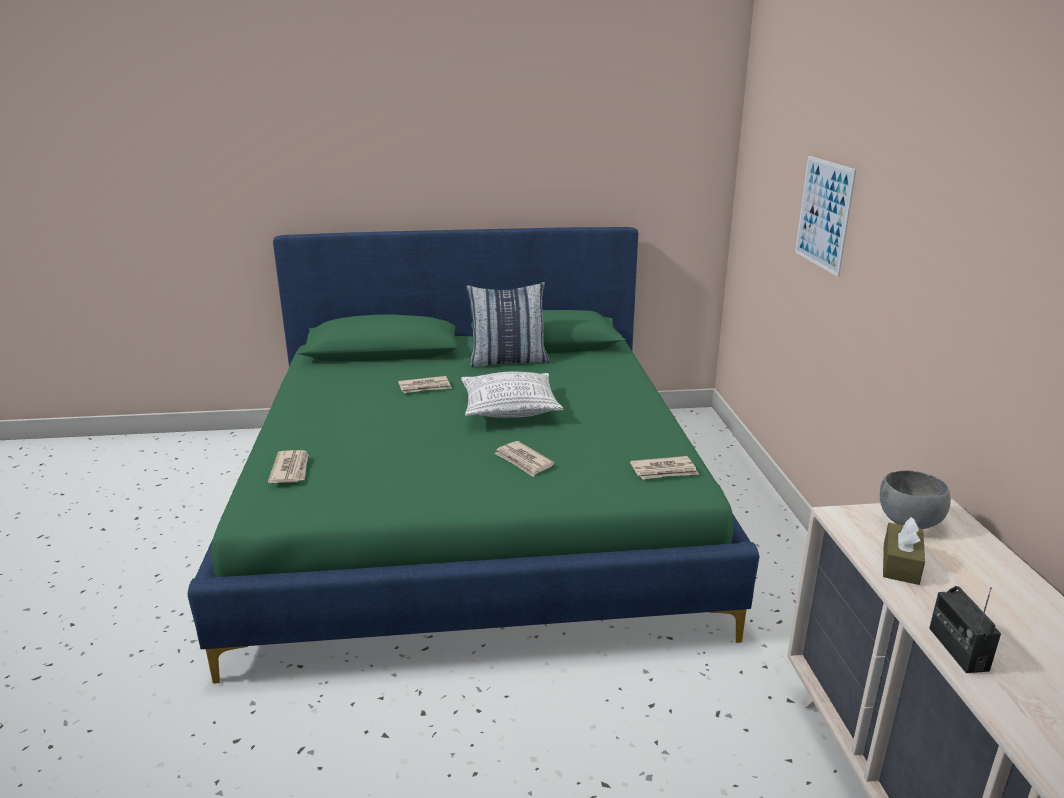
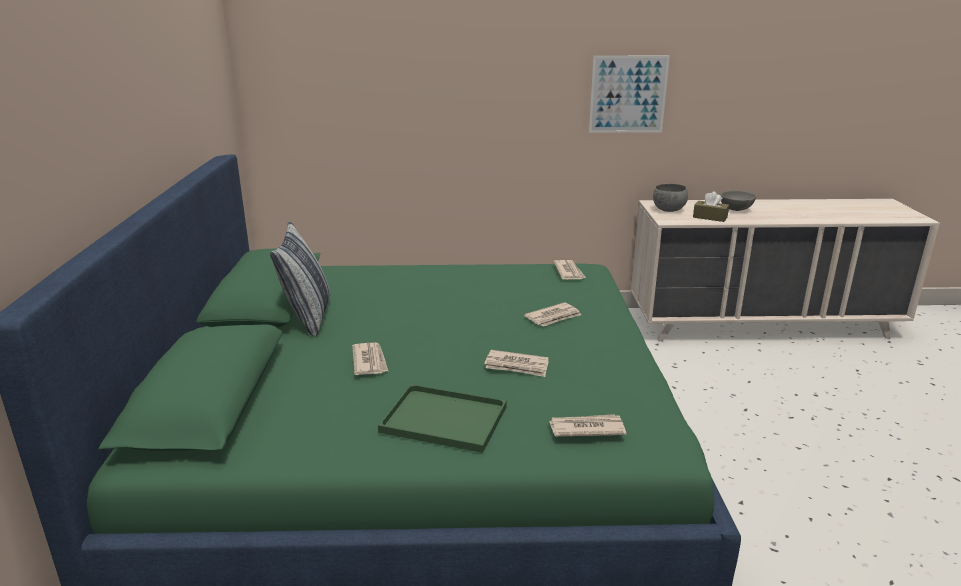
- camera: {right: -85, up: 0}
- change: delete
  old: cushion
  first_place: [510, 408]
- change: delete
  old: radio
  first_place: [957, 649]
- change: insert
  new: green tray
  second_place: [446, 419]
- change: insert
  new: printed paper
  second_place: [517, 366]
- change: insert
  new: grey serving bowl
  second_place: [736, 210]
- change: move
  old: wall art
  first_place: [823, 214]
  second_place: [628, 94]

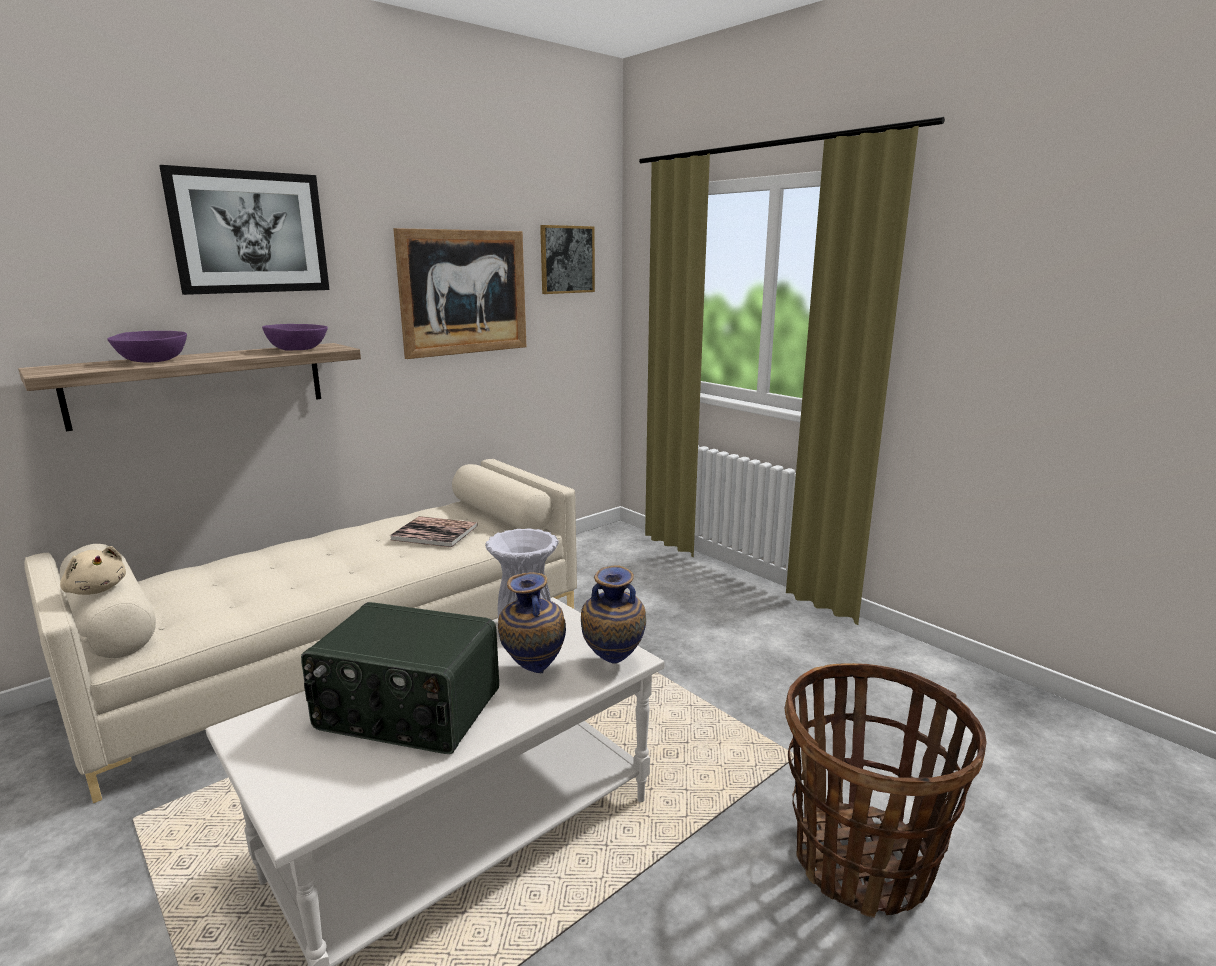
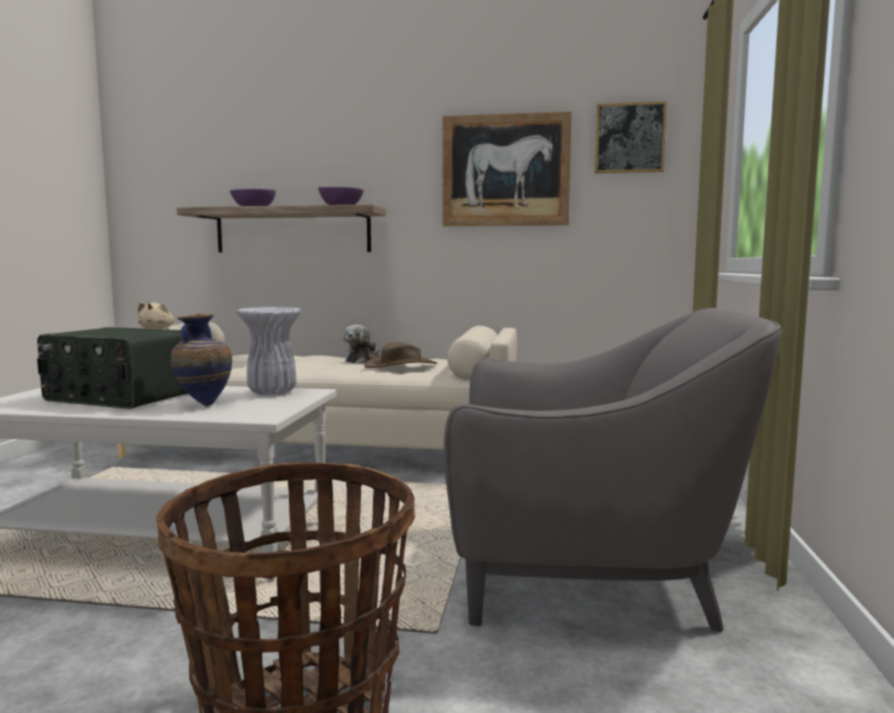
- camera: {right: 50, up: -10}
- change: delete
  old: wall art
  first_place: [250, 232]
- change: delete
  old: decorative vase
  first_place: [612, 665]
- change: insert
  new: plush toy
  second_place: [362, 360]
- change: insert
  new: grey lounge chair
  second_place: [588, 572]
- change: replace
  old: volume
  new: brown clothing hat
  first_place: [435, 533]
  second_place: [401, 365]
- change: rotate
  old: radio
  first_place: [407, 712]
  second_place: [118, 397]
  degrees: -45

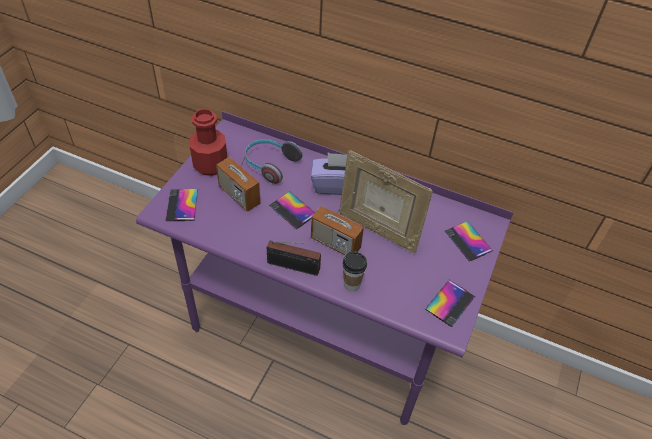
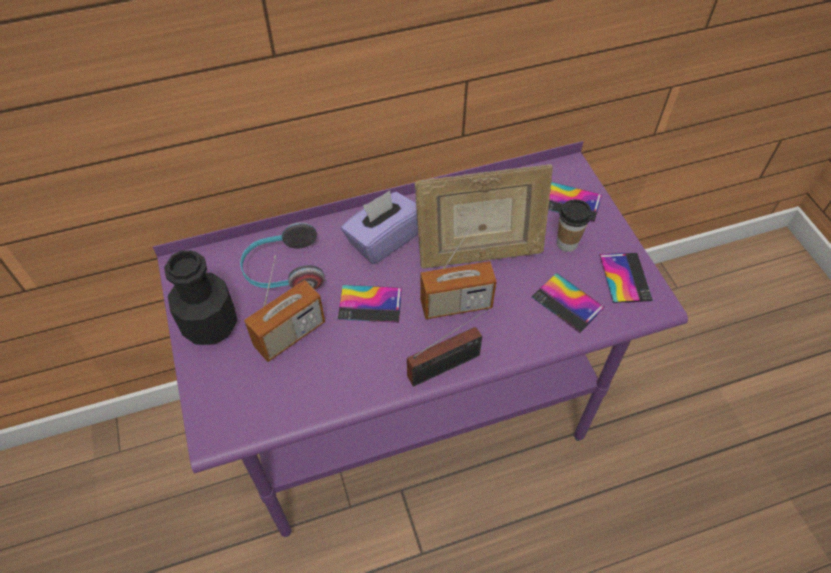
- camera: {right: -40, up: 5}
- change: move
  old: handset
  first_place: [182, 205]
  second_place: [567, 302]
- change: move
  old: cup
  first_place: [352, 284]
  second_place: [567, 243]
- change: recolor
  old: red drink bottle
  new: blackish drink bottle
  first_place: [210, 164]
  second_place: [210, 324]
- change: rotate
  old: radio
  first_place: [239, 195]
  second_place: [290, 334]
  degrees: -45

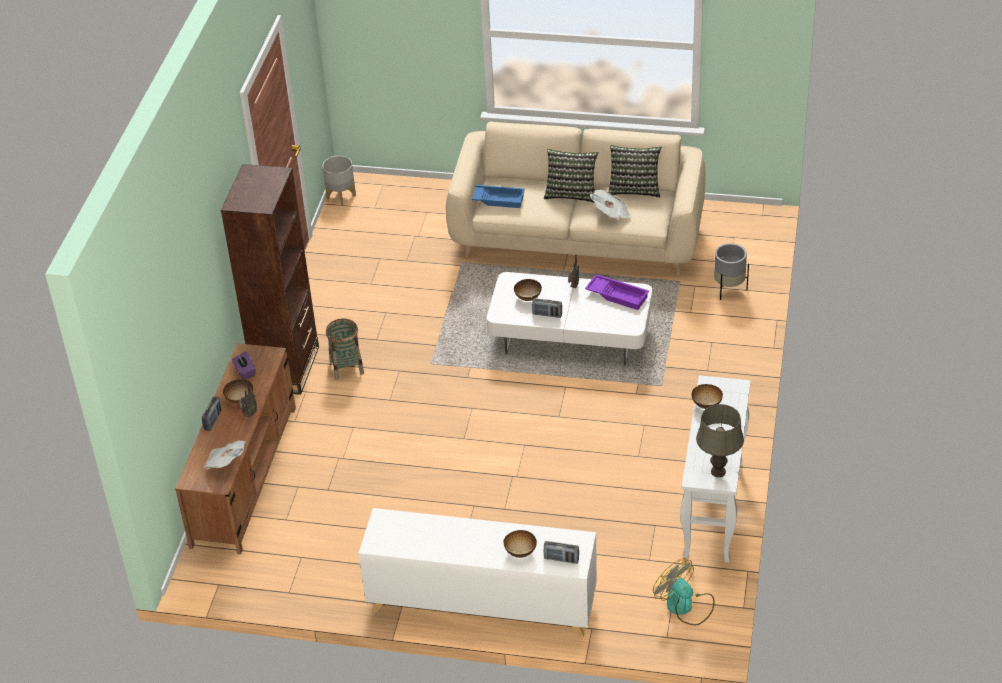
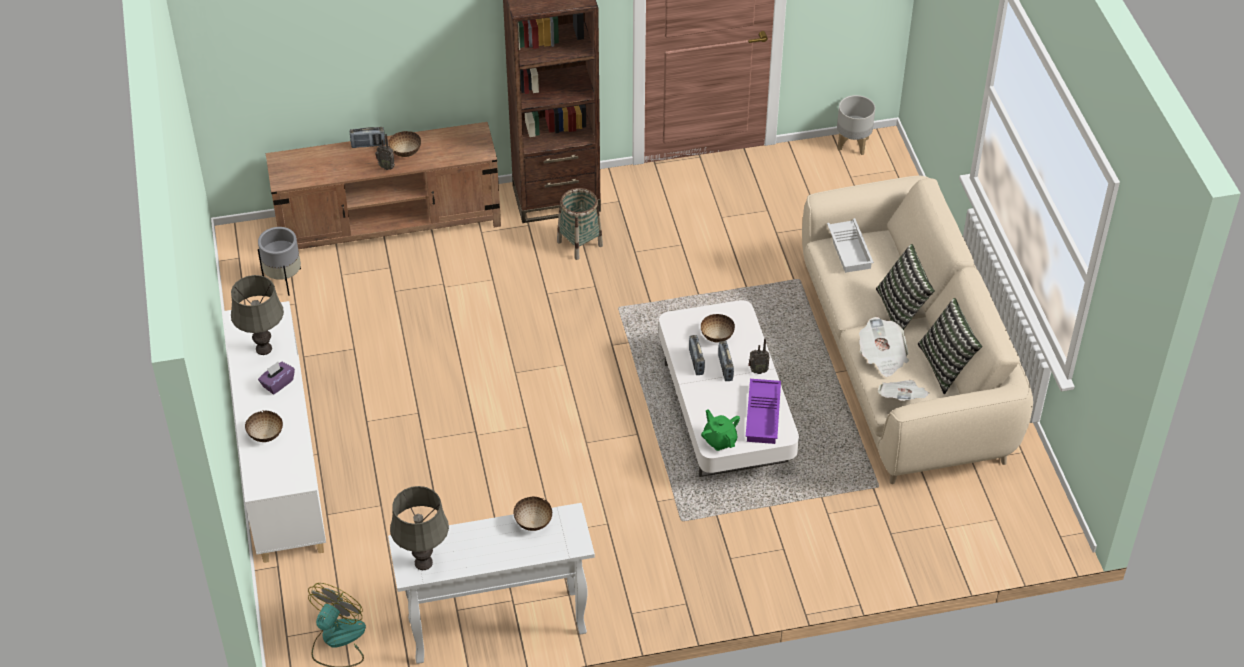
- camera: {right: 65, up: 5}
- change: insert
  new: grey table lamp
  second_place: [264, 349]
- change: insert
  new: green teapot
  second_place: [719, 440]
- change: move
  old: printed paper
  first_place: [226, 463]
  second_place: [902, 399]
- change: move
  old: purple tissue box
  first_place: [245, 372]
  second_place: [277, 383]
- change: move
  old: radio
  first_place: [561, 559]
  second_place: [725, 368]
- change: move
  old: grey flower pot
  first_place: [728, 289]
  second_place: [284, 280]
- change: recolor
  old: blue-coloured tray
  new: whitish tray
  first_place: [496, 199]
  second_place: [849, 247]

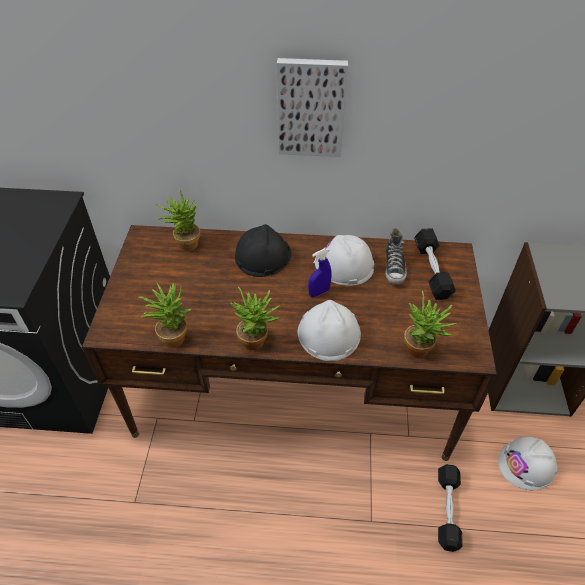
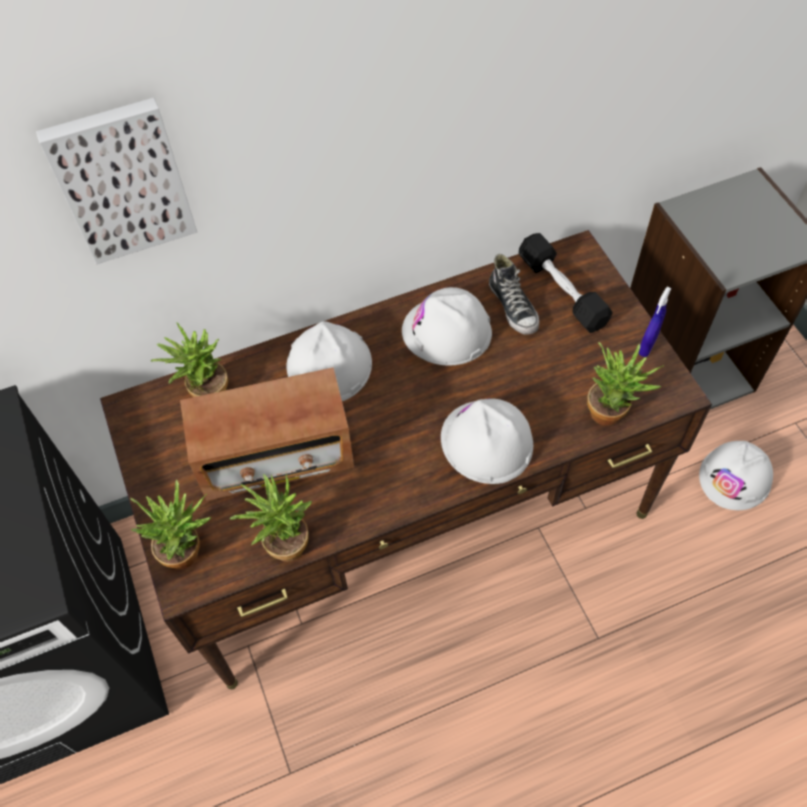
- camera: {right: -25, up: 10}
- change: delete
  old: blackish free weight
  first_place: [447, 510]
- change: insert
  new: radio
  second_place: [275, 456]
- change: move
  old: plant in a pot
  first_place: [258, 341]
  second_place: [188, 551]
- change: move
  old: wall art
  first_place: [311, 107]
  second_place: [121, 180]
- change: move
  old: blue-coloured hand sprayer
  first_place: [319, 292]
  second_place: [647, 346]
- change: recolor
  old: blackish work helmet
  new: whitish work helmet
  first_place: [262, 255]
  second_place: [328, 365]

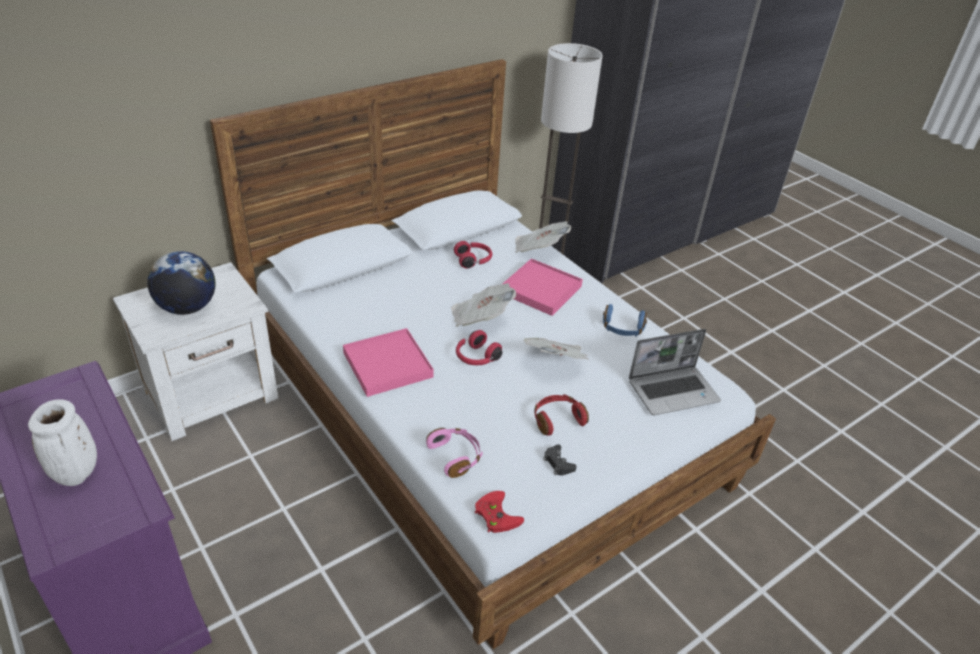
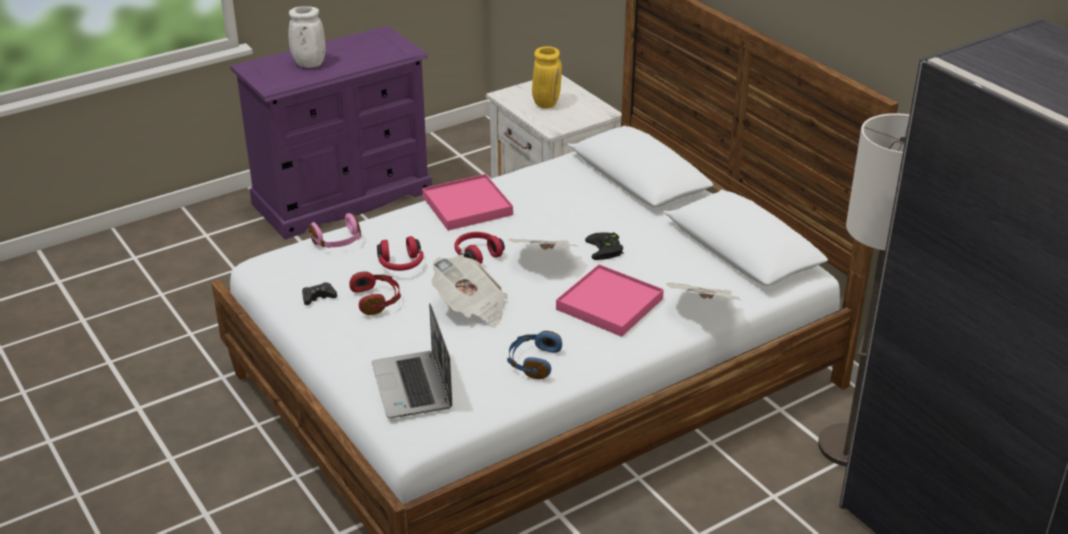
- camera: {right: 95, up: -5}
- change: delete
  old: red gamepad
  first_place: [495, 514]
- change: insert
  new: blackish gamepad
  second_place: [606, 249]
- change: move
  old: red headphones
  first_place: [473, 260]
  second_place: [401, 264]
- change: replace
  old: desk globe
  new: yellow-coloured decorative vase
  first_place: [187, 308]
  second_place: [546, 103]

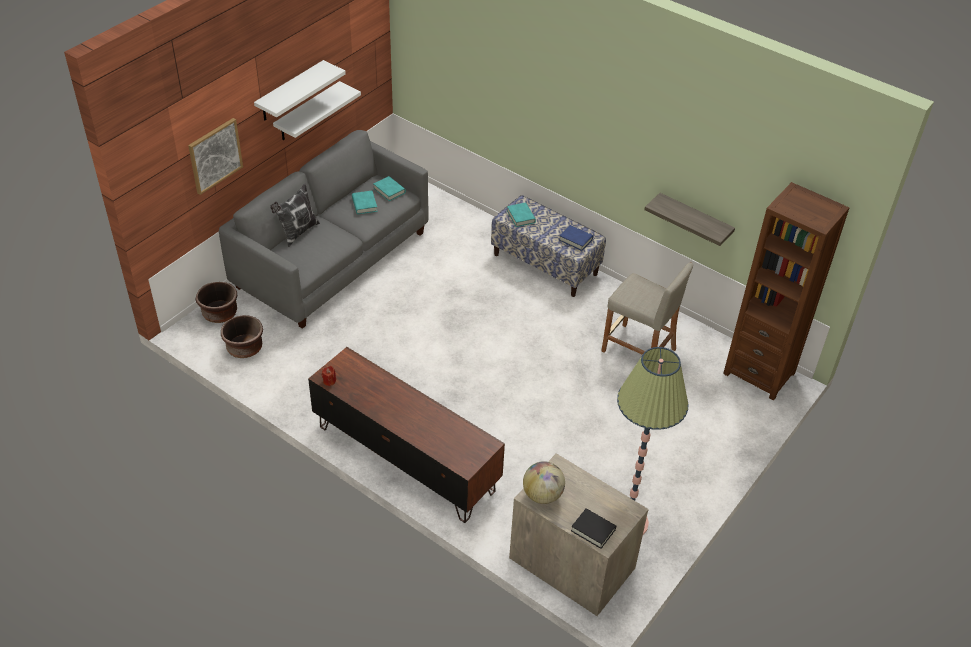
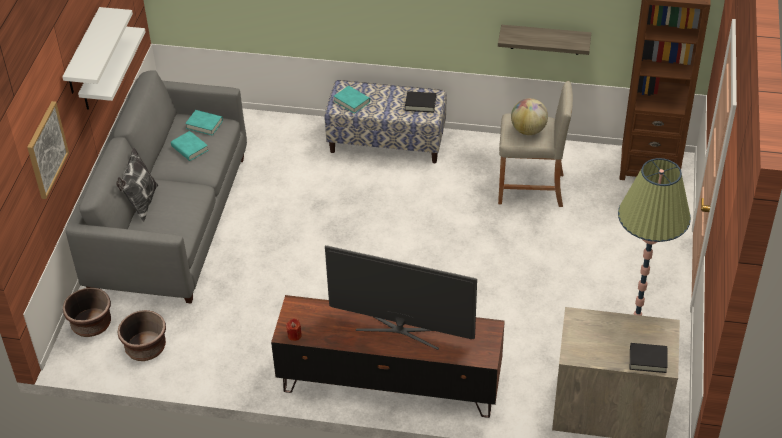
- camera: {right: -25, up: 0}
- change: insert
  new: television
  second_place: [401, 329]
- change: move
  old: desk globe
  first_place: [542, 495]
  second_place: [528, 130]
- change: recolor
  old: blue-coloured volume
  new: blackish volume
  first_place: [576, 240]
  second_place: [420, 104]

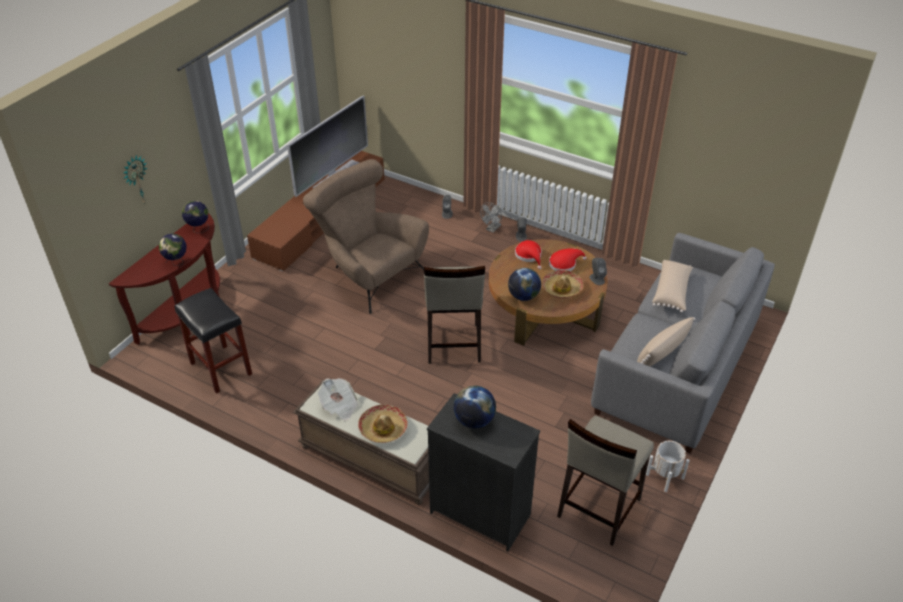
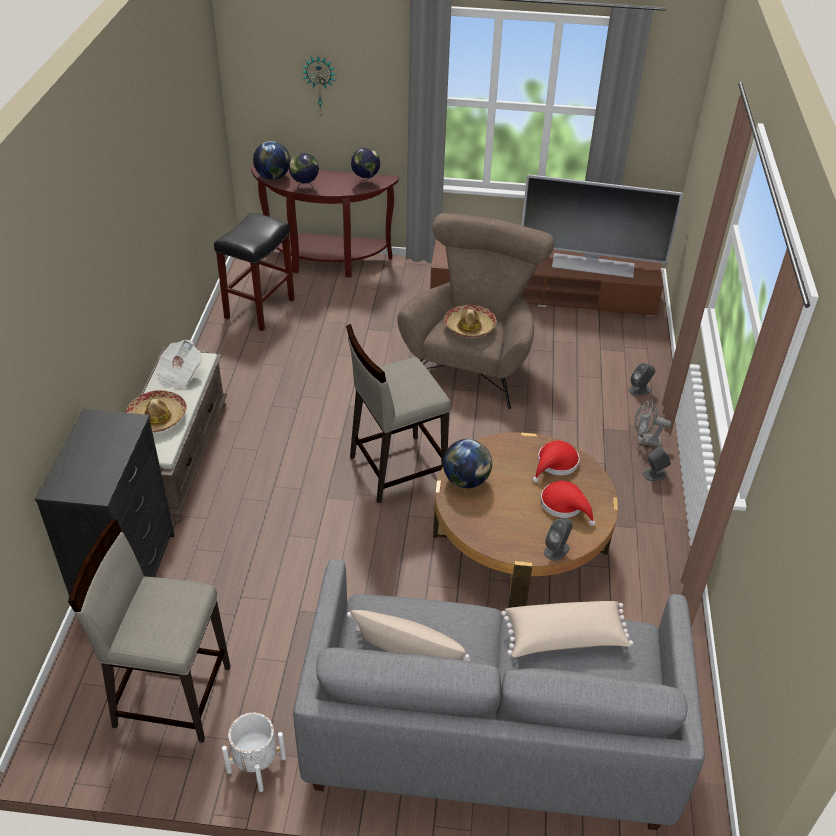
- camera: {right: 65, up: 0}
- change: move
  old: desk globe
  first_place: [474, 420]
  second_place: [273, 177]
- change: move
  old: clothing hat
  first_place: [562, 288]
  second_place: [469, 326]

